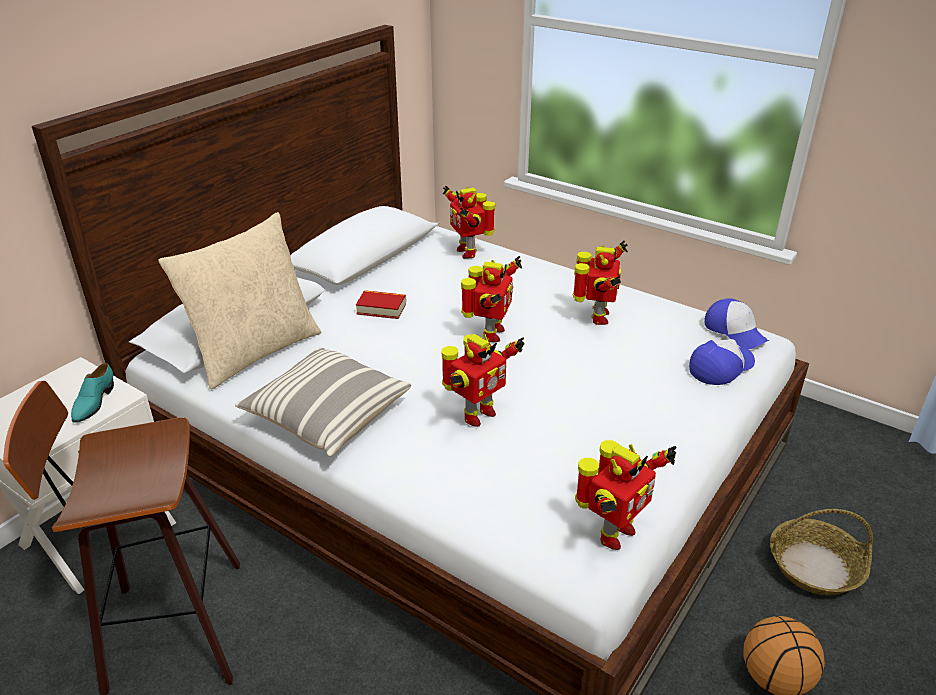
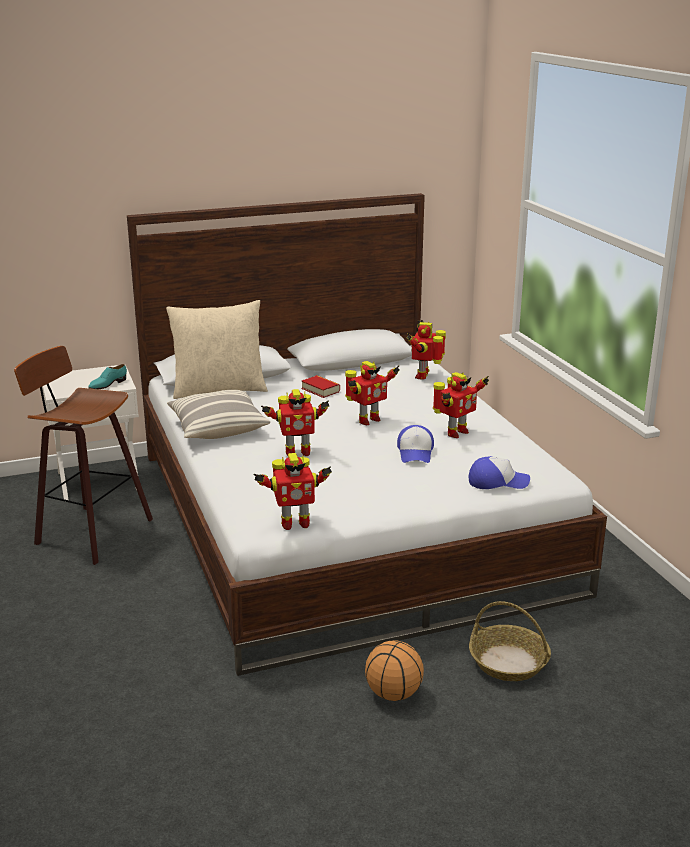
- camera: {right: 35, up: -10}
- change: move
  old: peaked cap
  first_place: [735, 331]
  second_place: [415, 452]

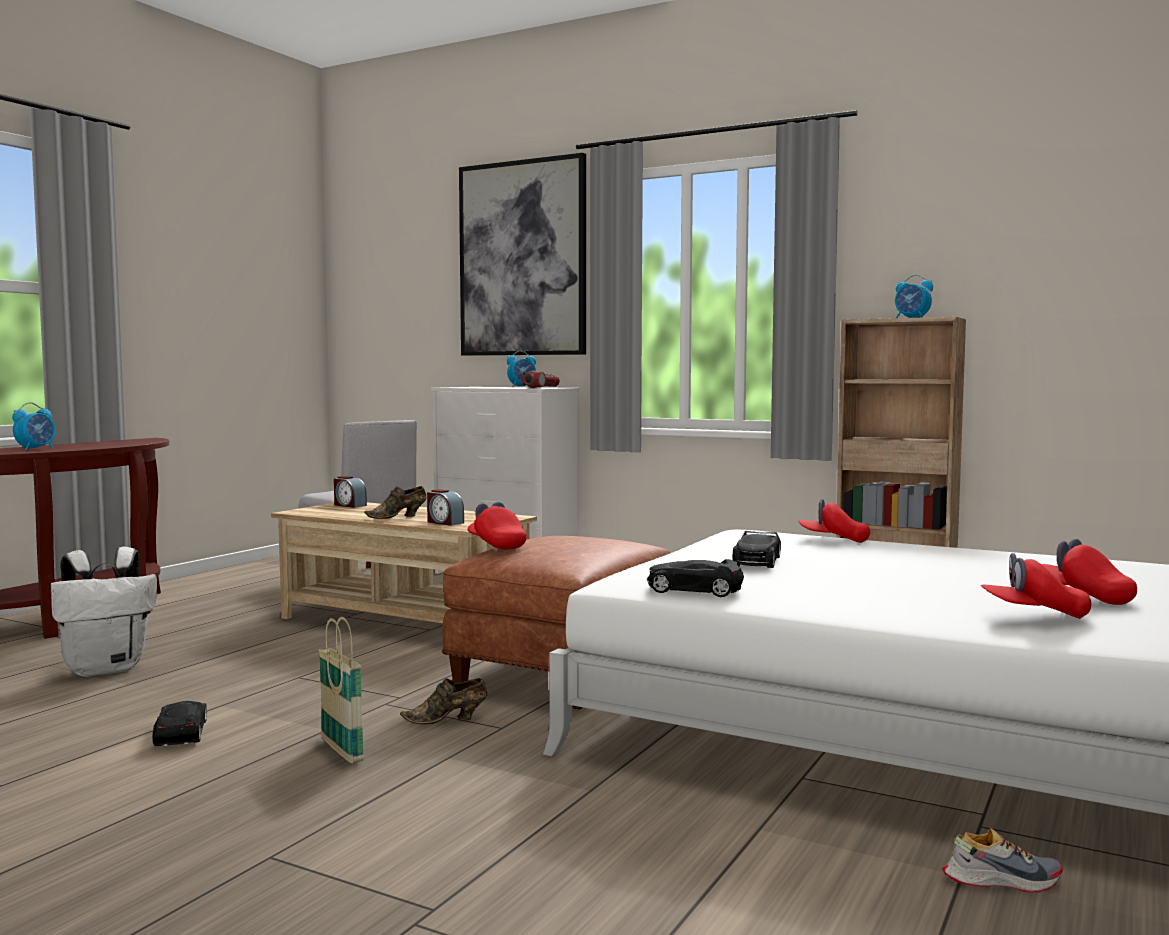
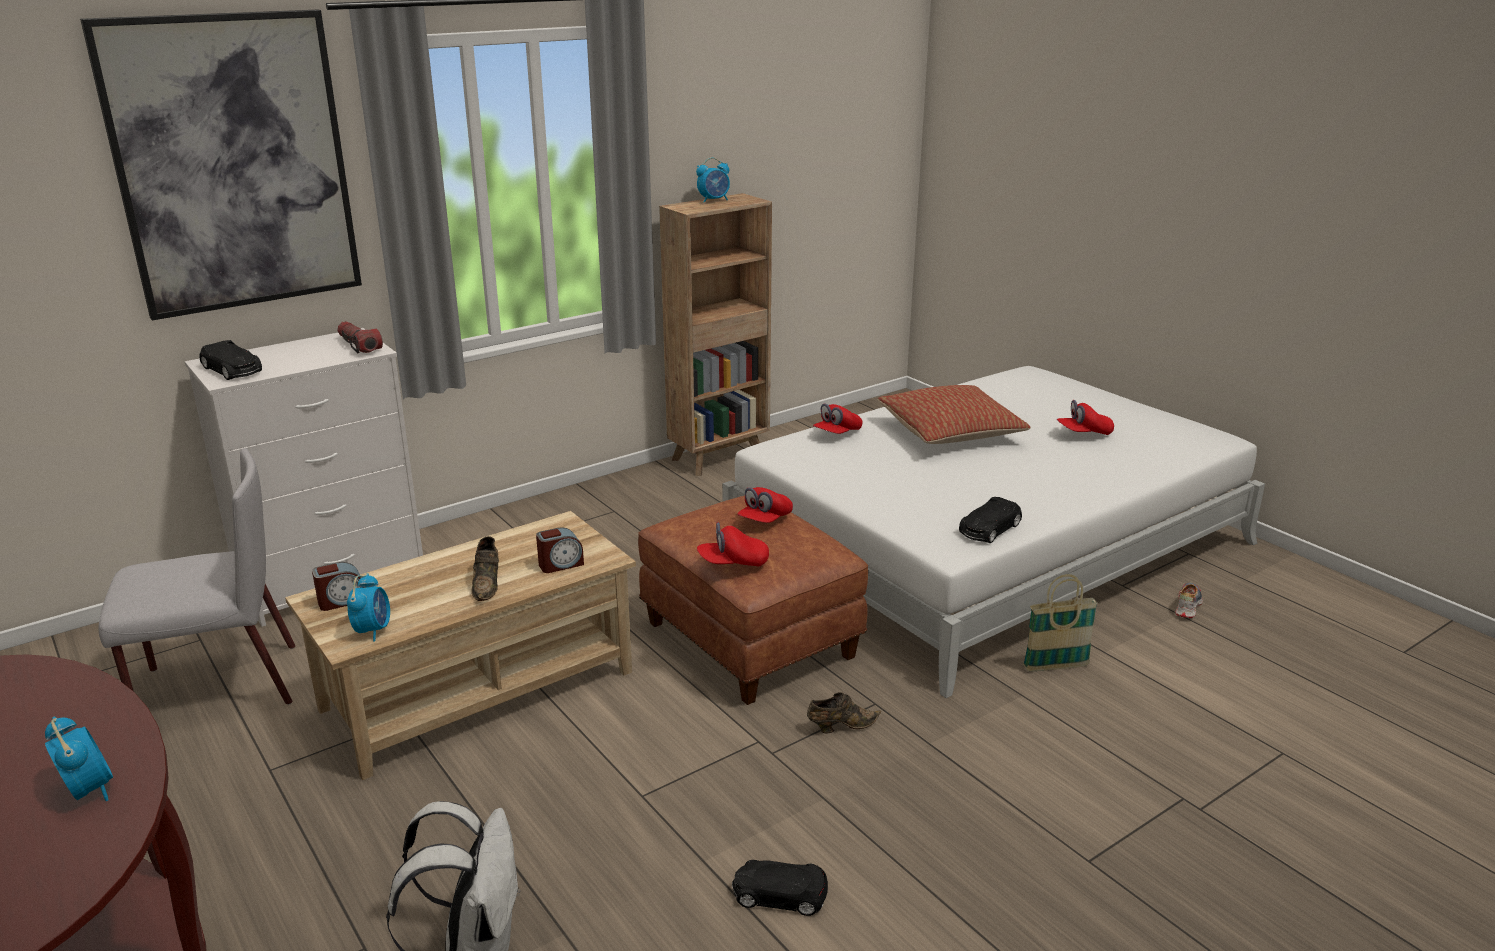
- camera: {right: -65, up: 20}
- change: insert
  new: cushion
  second_place: [950, 432]
- change: move
  old: basket
  first_place: [341, 751]
  second_place: [1055, 667]
- change: move
  old: bedside clock
  first_place: [522, 387]
  second_place: [373, 630]
- change: move
  old: blackish model car
  first_place: [756, 561]
  second_place: [232, 370]
- change: move
  old: red peaked cap
  first_place: [1034, 614]
  second_place: [765, 520]
- change: rotate
  old: brown shoe
  first_place: [447, 720]
  second_place: [840, 726]
  degrees: -120

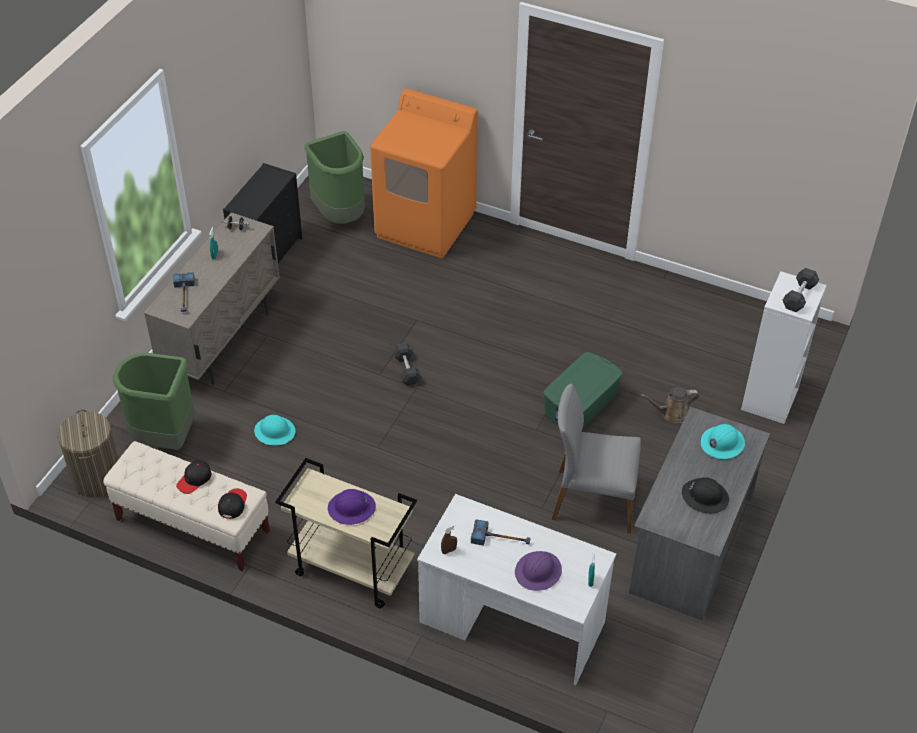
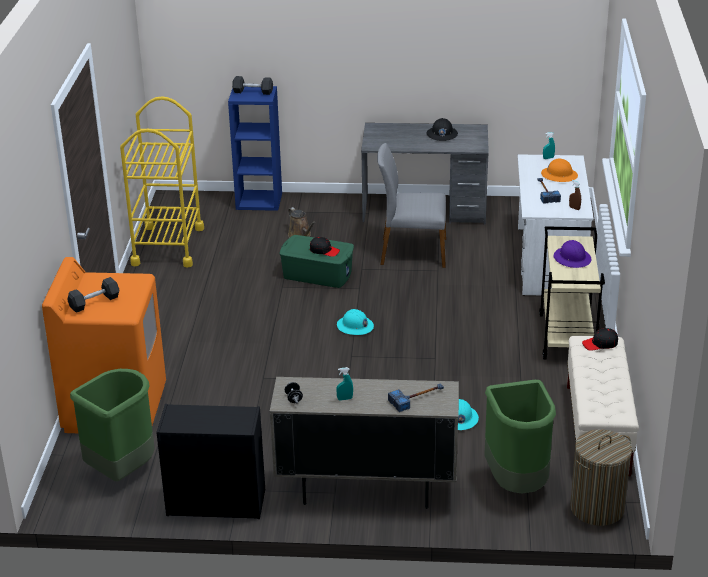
- camera: {right: -110, up: -15}
- change: insert
  new: yellow-coloured wheeled cart
  second_place: [168, 246]
- change: move
  old: blackish peaked cap
  first_place: [194, 480]
  second_place: [324, 250]
- change: move
  old: grey free weight
  first_place: [407, 370]
  second_place: [94, 302]
- change: move
  old: blue-green work helmet
  first_place: [722, 443]
  second_place: [355, 326]
- change: recolor
  old: purple work helmet
  new: orange-coloured work helmet
  first_place: [538, 572]
  second_place: [559, 175]
- change: recolor
  old: whitish shelving unit
  new: blue-coloured shelving unit
  first_place: [770, 399]
  second_place: [259, 201]
- change: rotate
  old: grey upright chair
  first_place: [593, 499]
  second_place: [412, 252]
  degrees: 105

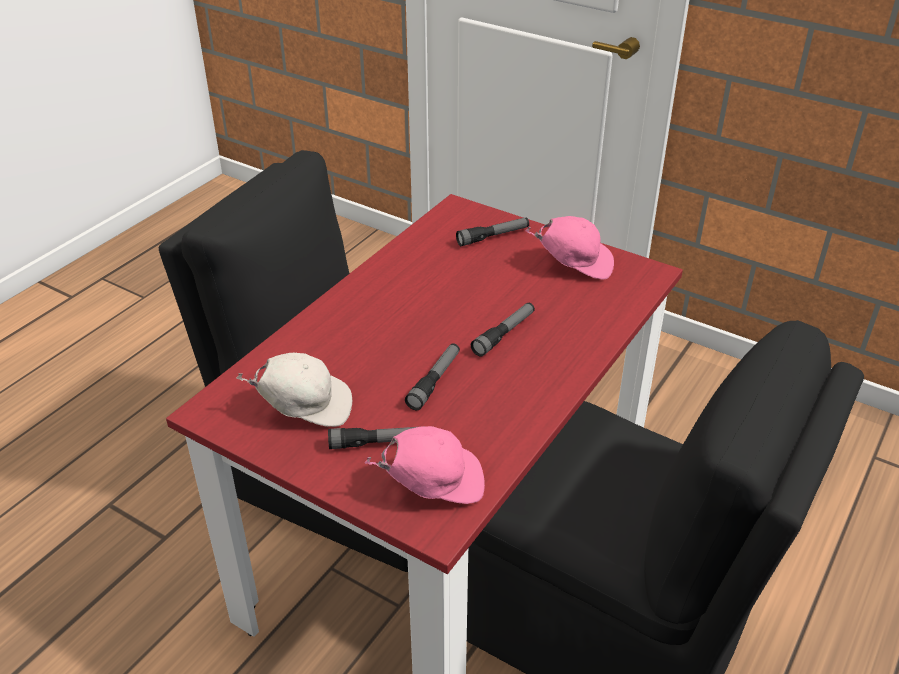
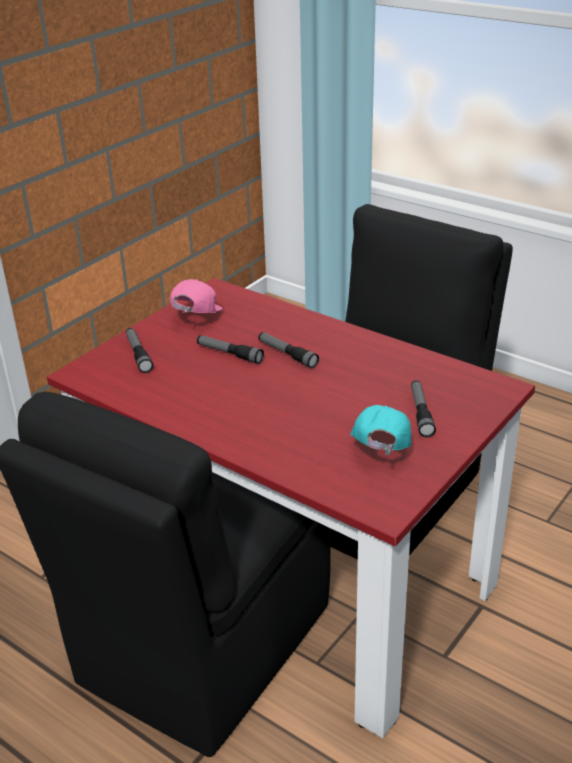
- camera: {right: -85, up: -5}
- change: delete
  old: pink-coloured peaked cap
  first_place: [433, 484]
- change: move
  old: hand torch
  first_place: [434, 381]
  second_place: [229, 354]
- change: recolor
  old: whitish peaked cap
  new: blue-green peaked cap
  first_place: [305, 407]
  second_place: [380, 452]

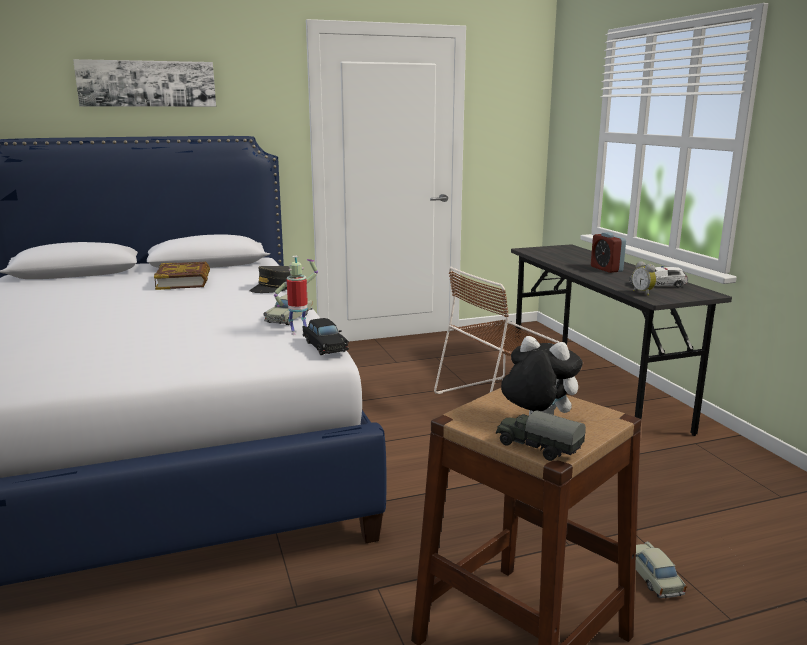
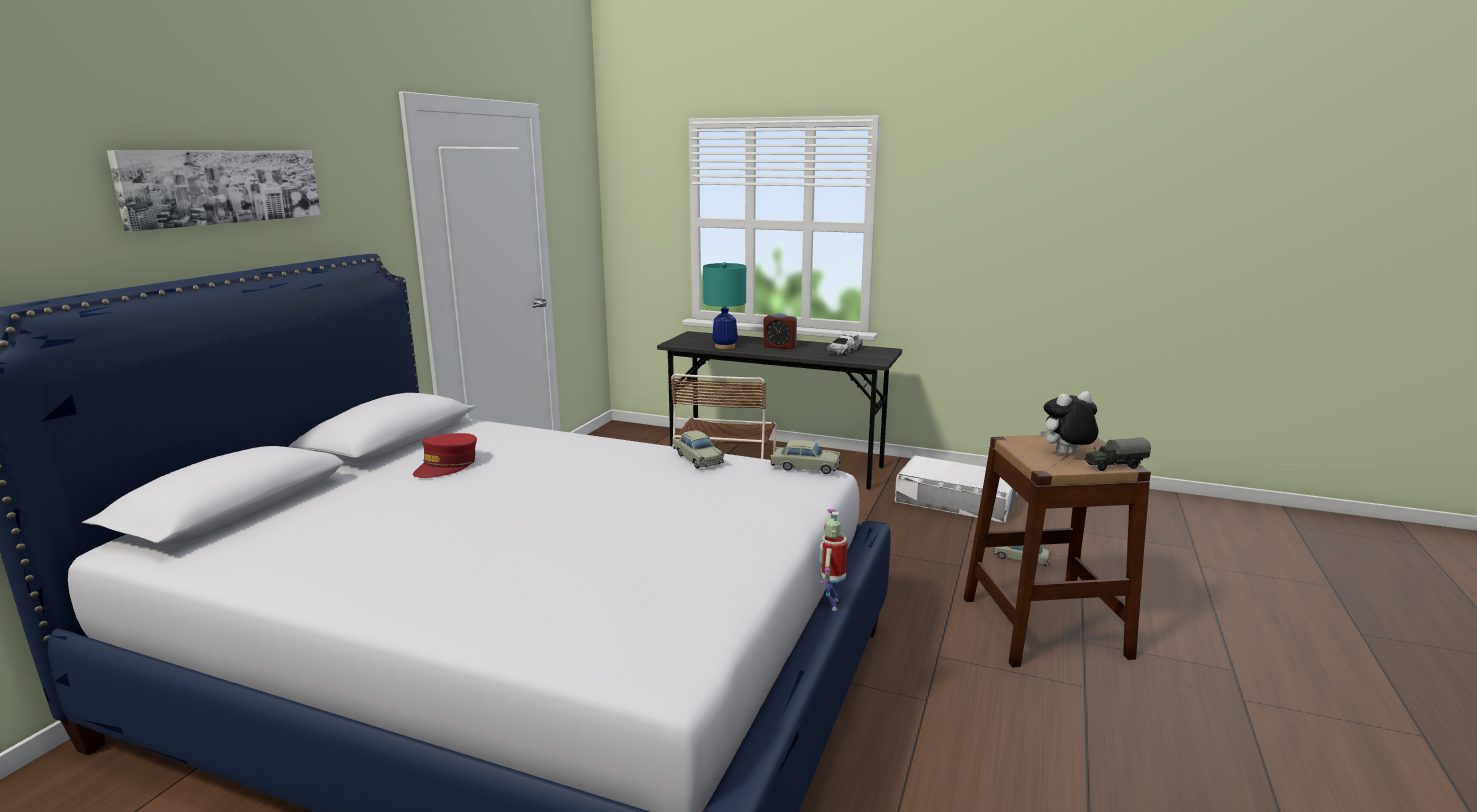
- camera: {right: -50, up: 0}
- change: delete
  old: grey peaked cap
  first_place: [275, 288]
- change: delete
  old: bedside clock
  first_place: [643, 293]
- change: insert
  new: blue-green table lamp
  second_place: [725, 346]
- change: insert
  new: whitish storage bin
  second_place: [956, 500]
- change: move
  old: robot figure
  first_place: [299, 332]
  second_place: [831, 604]
- change: replace
  old: volume
  new: red peaked cap
  first_place: [184, 281]
  second_place: [447, 466]
- change: recolor
  old: blackish model car
  new: beige model car
  first_place: [324, 346]
  second_place: [805, 467]

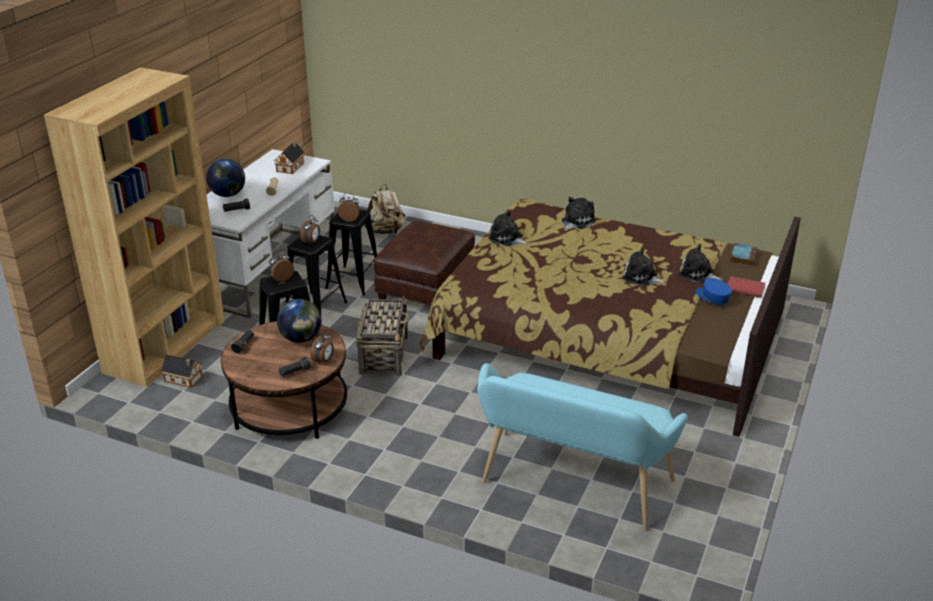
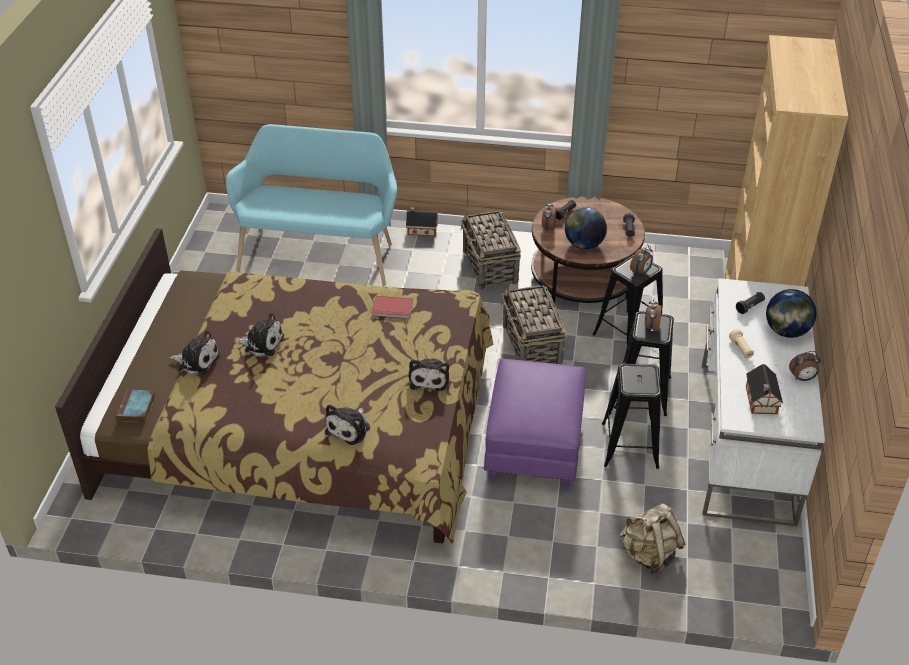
- camera: {right: 165, up: 10}
- change: delete
  old: blue-coloured peaked cap
  first_place: [713, 297]
- change: insert
  new: basket
  second_place: [490, 267]
- change: move
  old: toy house
  first_place: [184, 379]
  second_place: [421, 229]
- change: move
  old: bedside clock
  first_place: [350, 219]
  second_place: [802, 378]
- change: move
  old: red volume
  first_place: [745, 288]
  second_place: [392, 309]
- change: recolor
  old: brown pouffe
  new: purple pouffe
  first_place: [426, 291]
  second_place: [533, 445]
- change: rotate
  old: plush toy
  first_place: [507, 239]
  second_place: [429, 378]
  degrees: 75

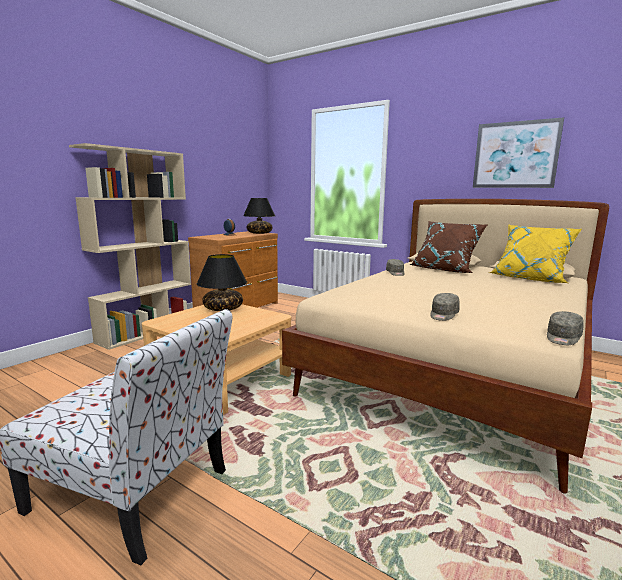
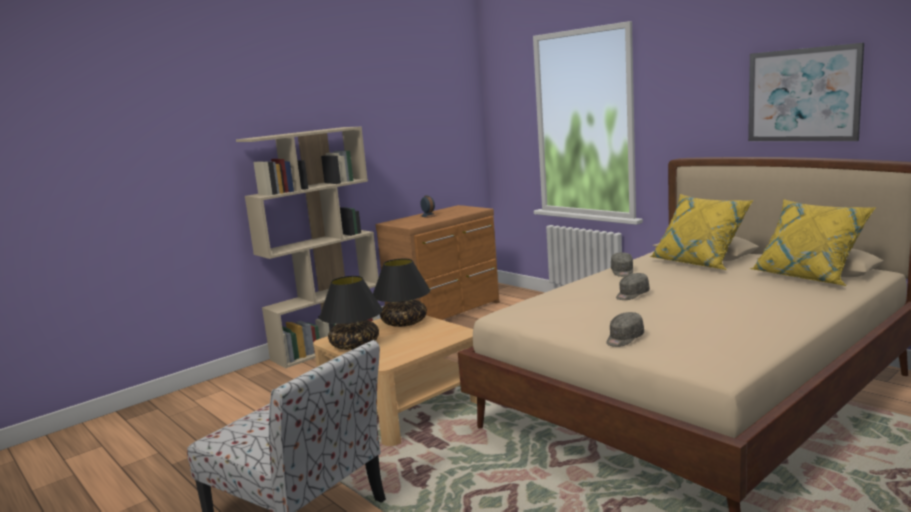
- camera: {right: 15, up: 0}
- change: move
  old: blackish table lamp
  first_place: [259, 233]
  second_place: [354, 345]
- change: move
  old: grey peaked cap
  first_place: [562, 338]
  second_place: [631, 295]
- change: recolor
  old: brown cushion
  new: yellow-coloured cushion
  first_place: [445, 269]
  second_place: [699, 263]

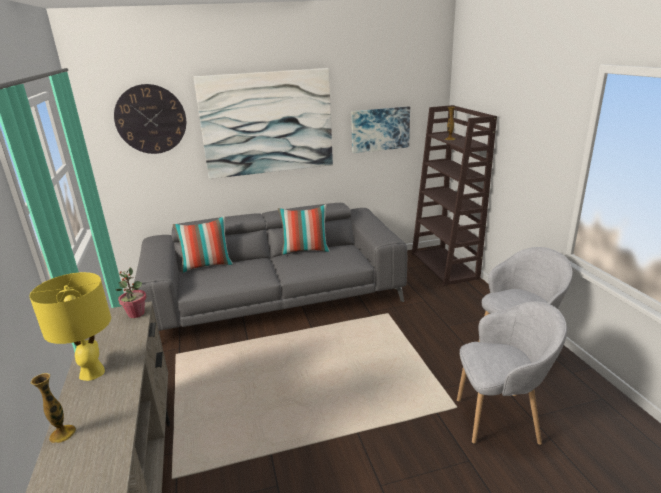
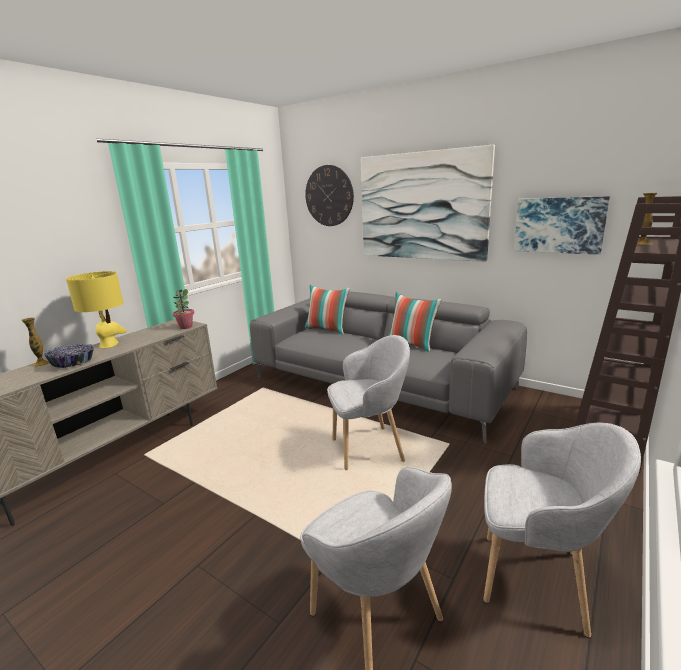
- camera: {right: 50, up: -5}
- change: insert
  new: serving bowl
  second_place: [73, 363]
- change: insert
  new: grey lounge chair
  second_place: [370, 448]

